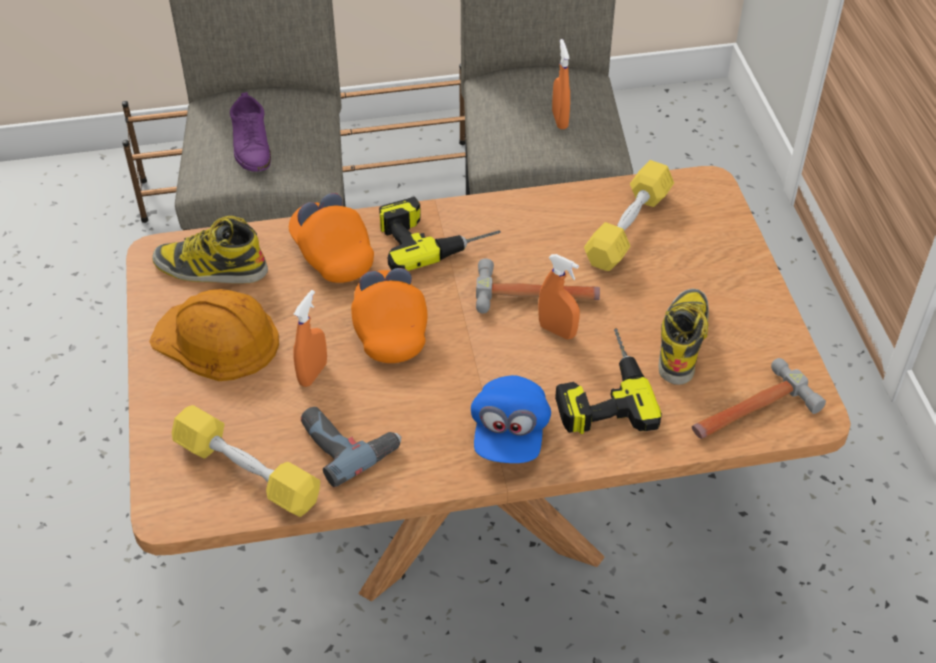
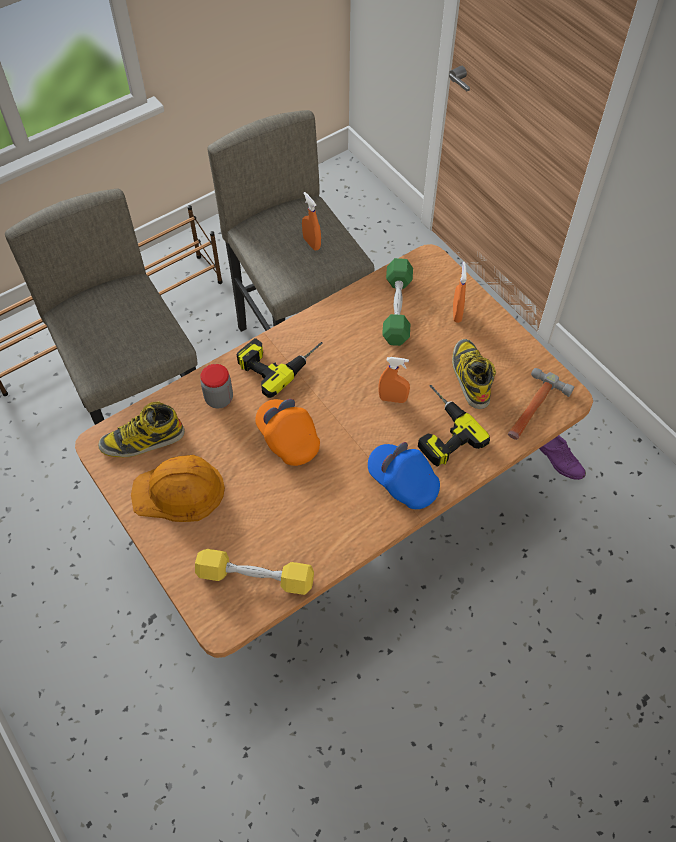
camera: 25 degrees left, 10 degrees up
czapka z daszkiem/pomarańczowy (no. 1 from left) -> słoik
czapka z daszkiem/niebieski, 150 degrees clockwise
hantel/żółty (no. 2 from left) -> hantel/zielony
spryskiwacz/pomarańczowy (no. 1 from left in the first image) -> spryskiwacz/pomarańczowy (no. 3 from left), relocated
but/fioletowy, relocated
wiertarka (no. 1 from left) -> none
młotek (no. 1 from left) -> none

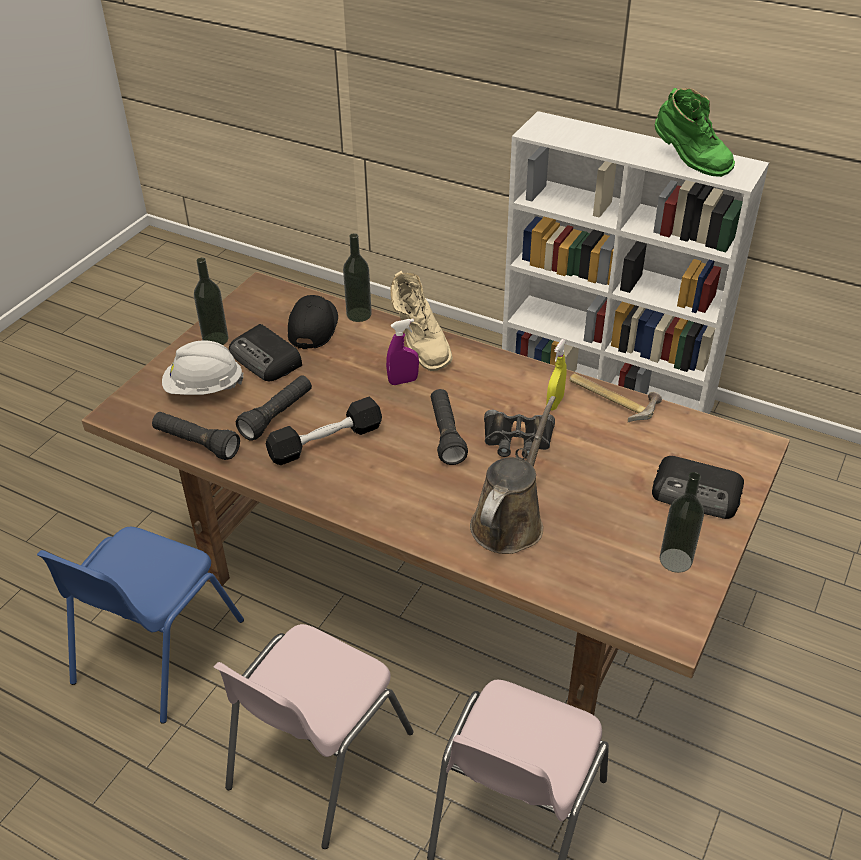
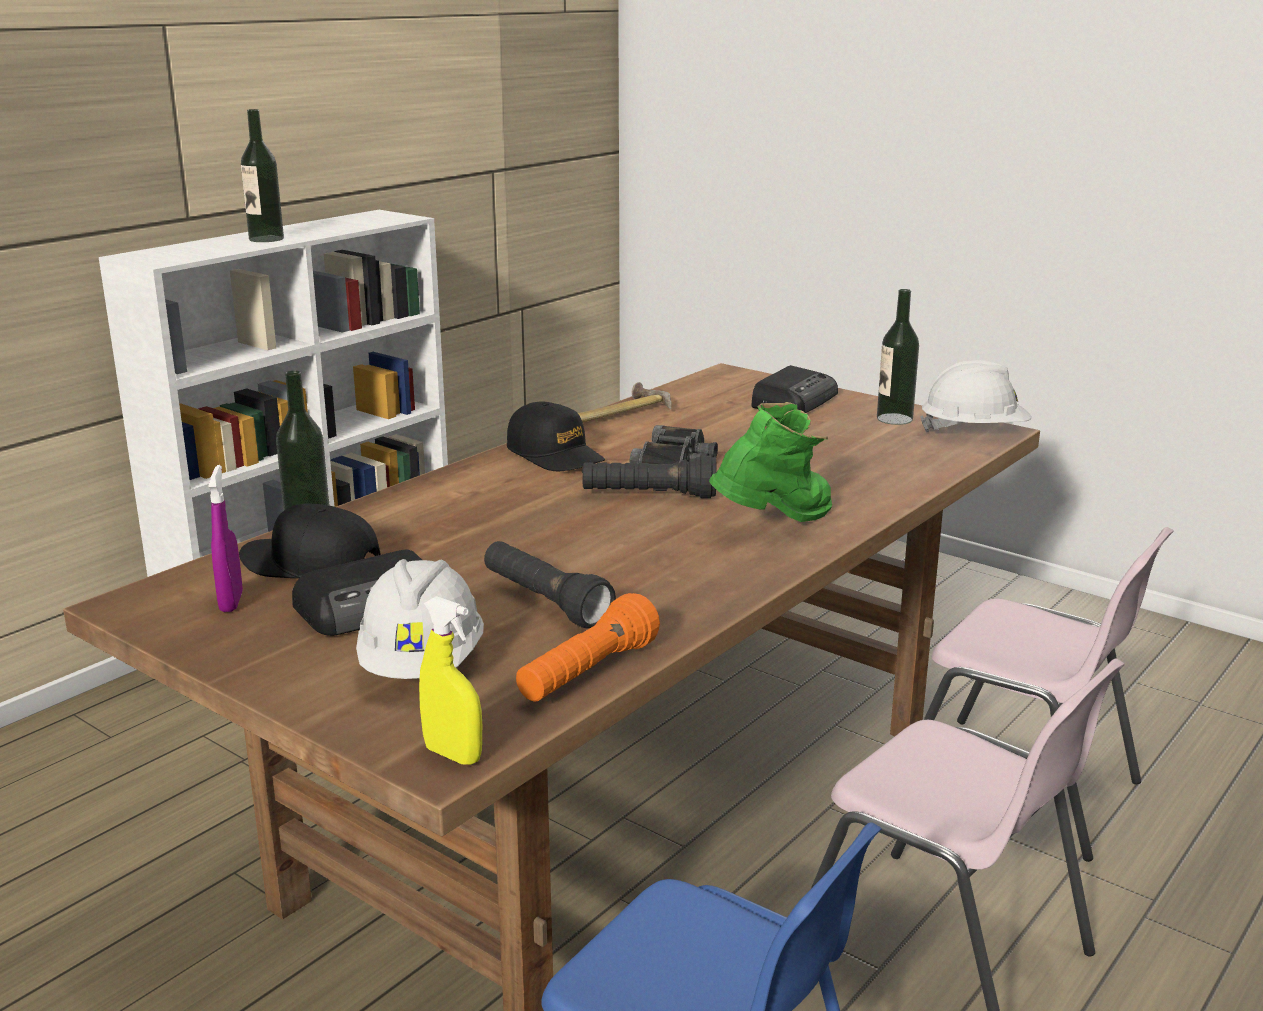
camera: 80 degrees left, 20 degrees down
spryskiwacz/fioletowy, relocated
butelka (no. 1 from left), relocated
spryskiwacz/żółty, relocated
none -> czapka z daszkiem/czarny (no. 2 from left)
latarka/czarny (no. 1 from left) -> latarka/pomarańczowy
but z cholewką/zielony, relocated
none -> kask/biały (no. 2 from left)
hantel/czarny -> none
but z cholewką/beżowy -> none
konewka/brązowy -> none

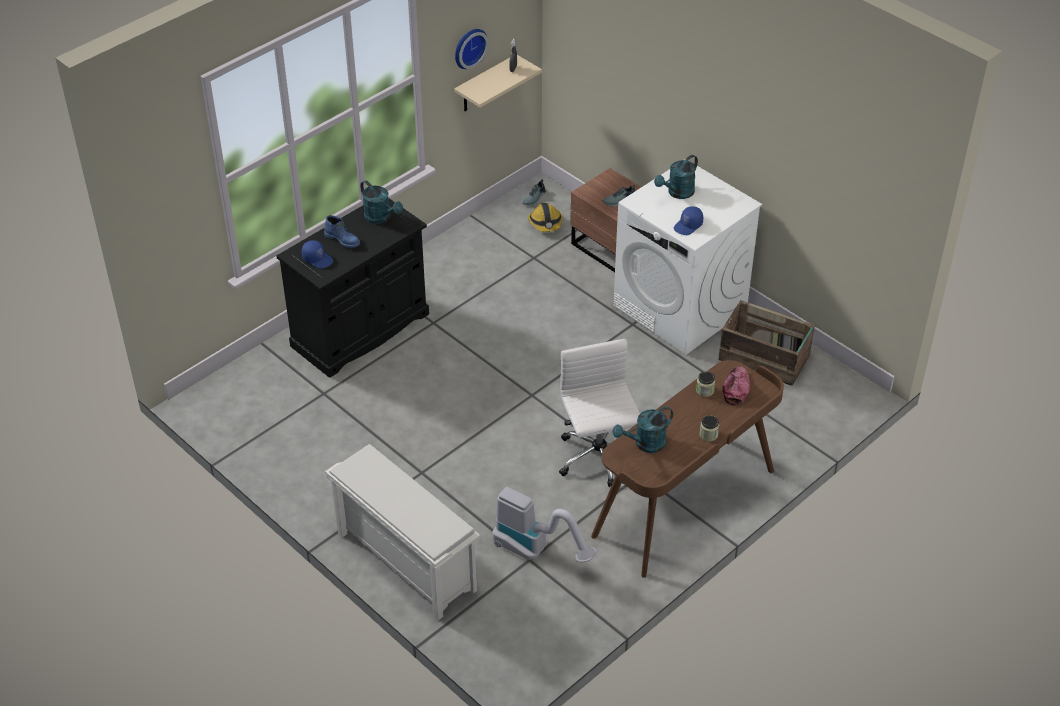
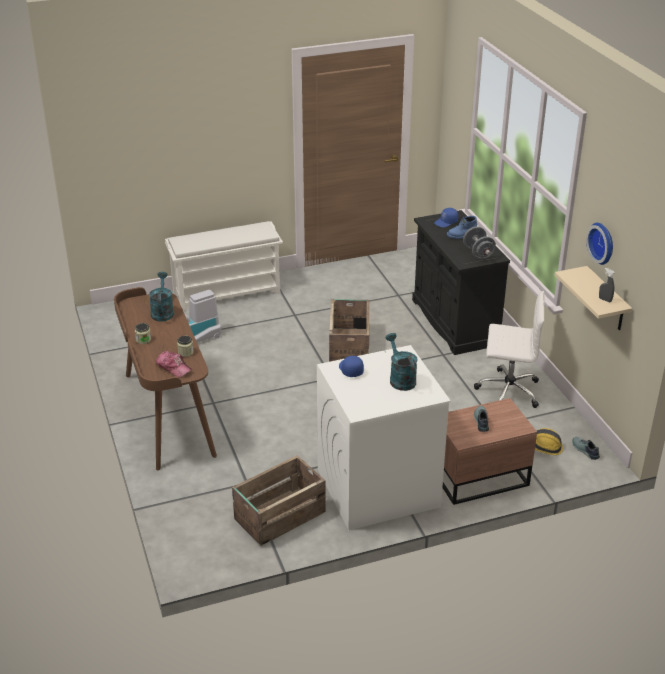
camera: 115 degrees right, 10 degrees down
none -> skrzynka (no. 2 from left)
konewka/turkusowy (no. 1 from left) -> hantel/szary
krzesło biurowe/biały, relocated

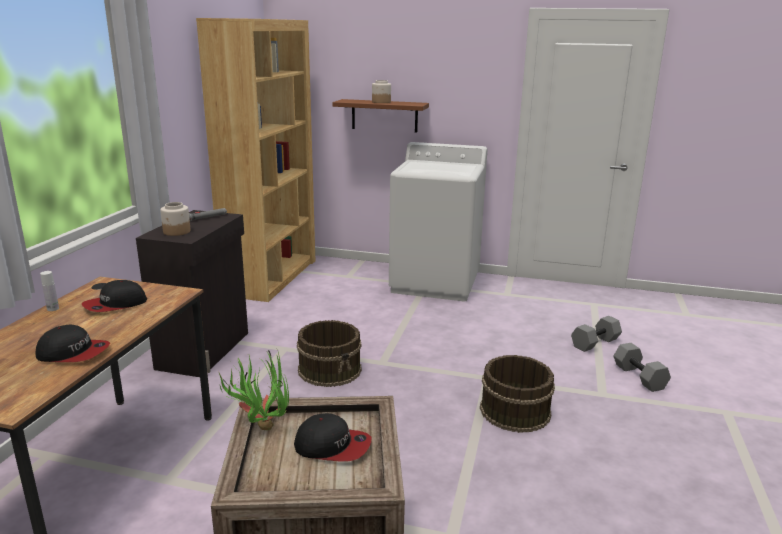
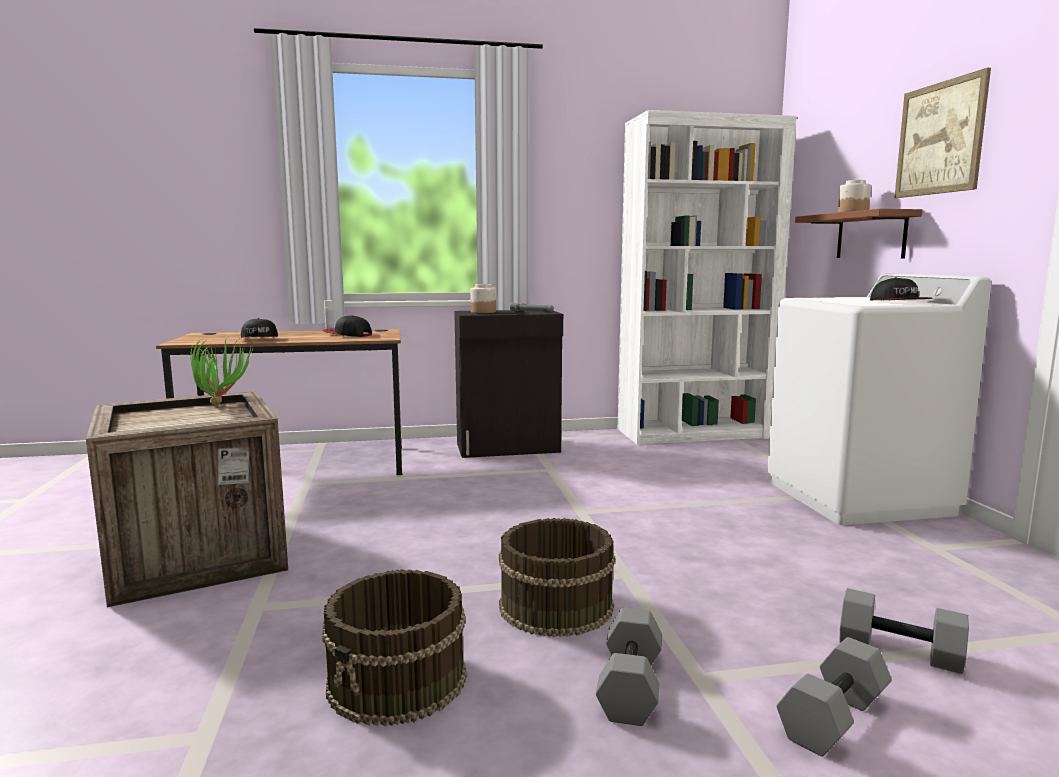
camera: 65 degrees right, 10 degrees down
wiadro/brązowy (no. 1 from left), relocated
none -> hantel/szary (no. 1 from left)
regał/brązowy -> regał/biały
czapka z daszkiem (no. 3 from left), relocated
none -> obraz

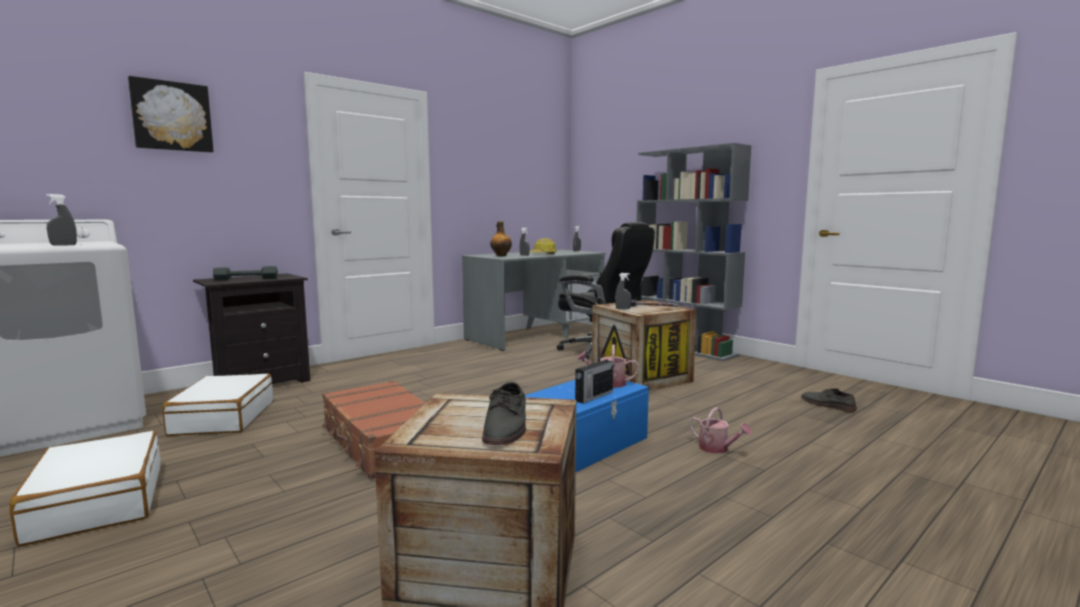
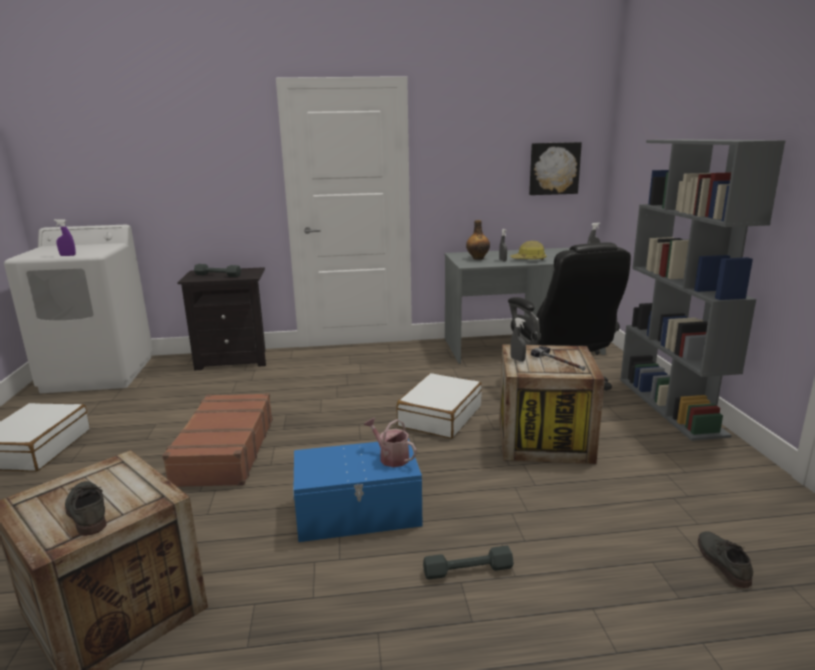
camera: 35 degrees right, 10 degrees up
spryskiwacz/szary (no. 1 from left) -> spryskiwacz/fioletowy
but/szary (no. 1 from left), 105 degrees clockwise
walizka/biały (no. 2 from left), relocated
konewka (no. 2 from left) -> hantel/szary (no. 2 from left)
obraz, relocated
radio -> none

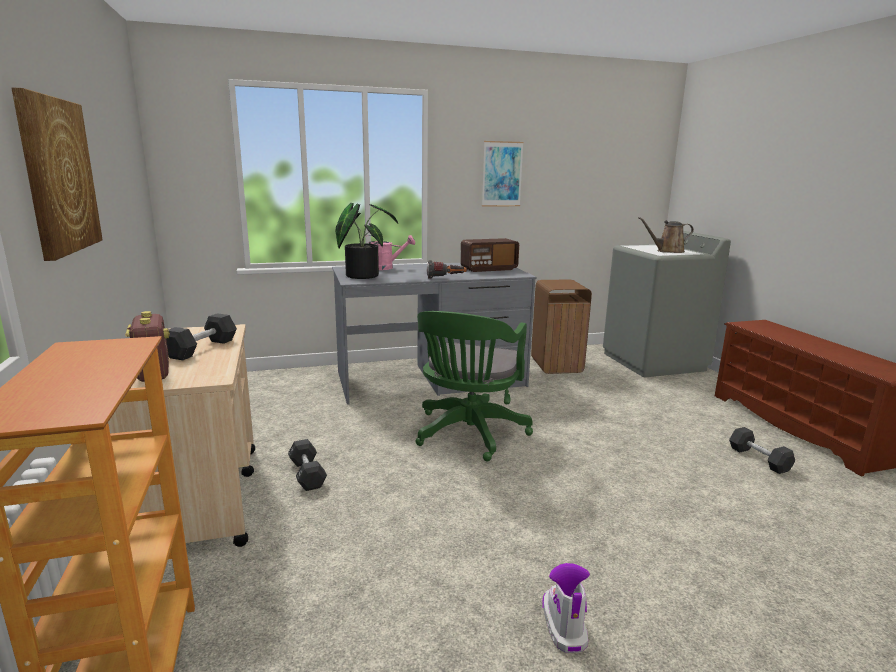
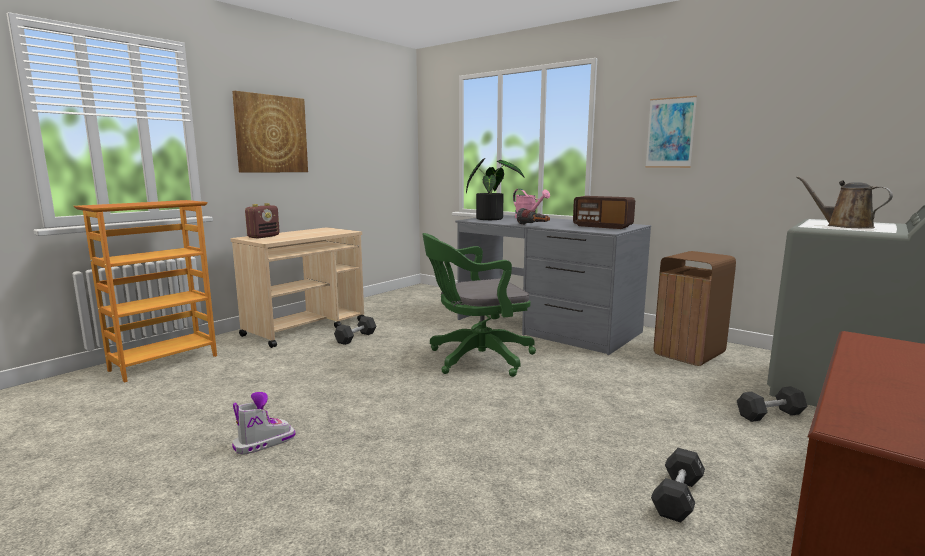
camera: 55 degrees right, 5 degrees down
hantel/czarny (no. 1 from left in the first image) -> hantel/czarny (no. 3 from left), relocated

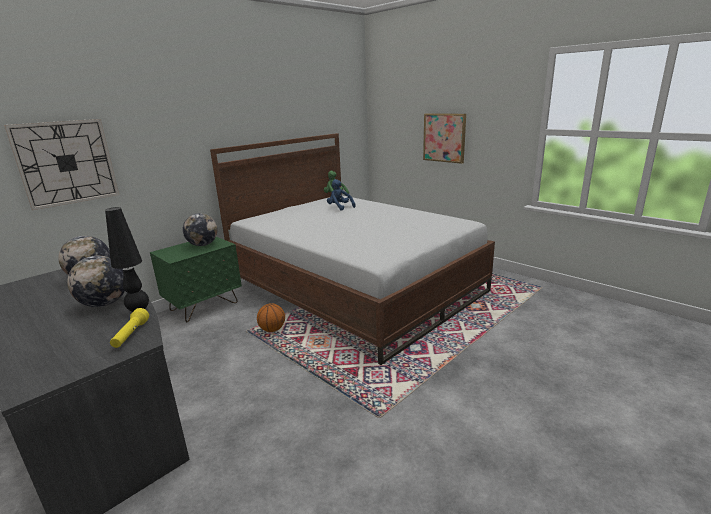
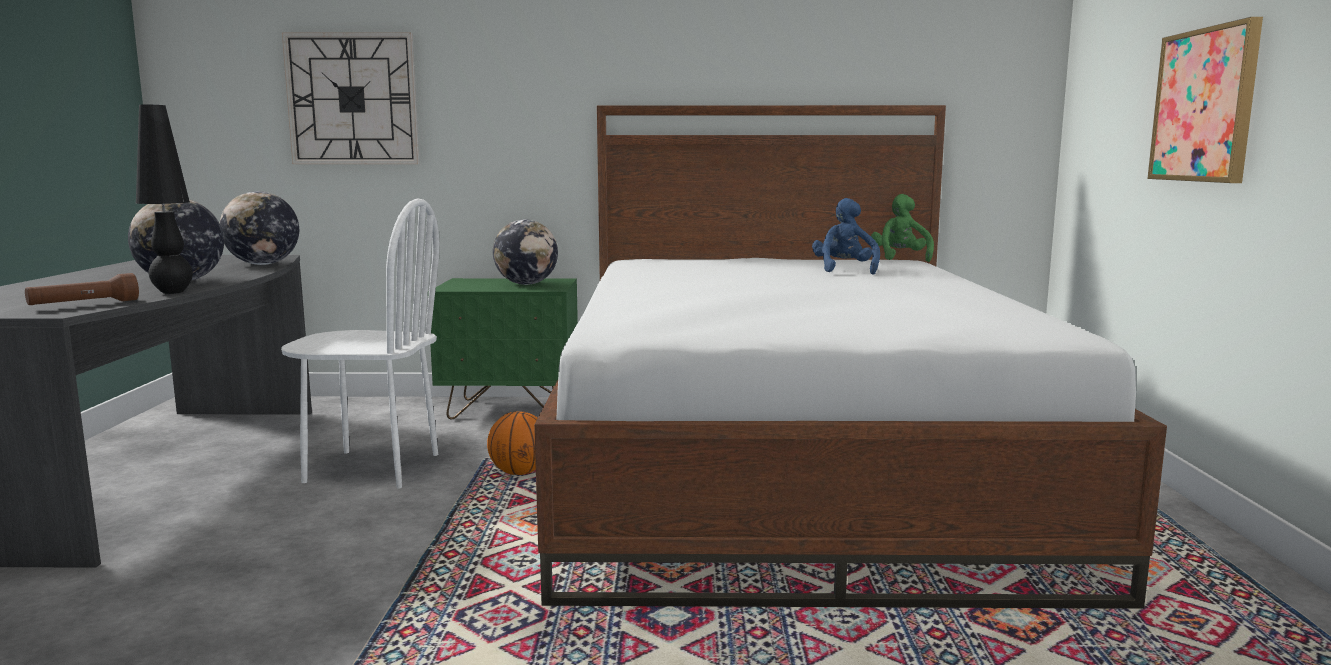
camera: 45 degrees right, 10 degrees down
latarka/żółty -> latarka/brązowy
none -> krzesło/biały

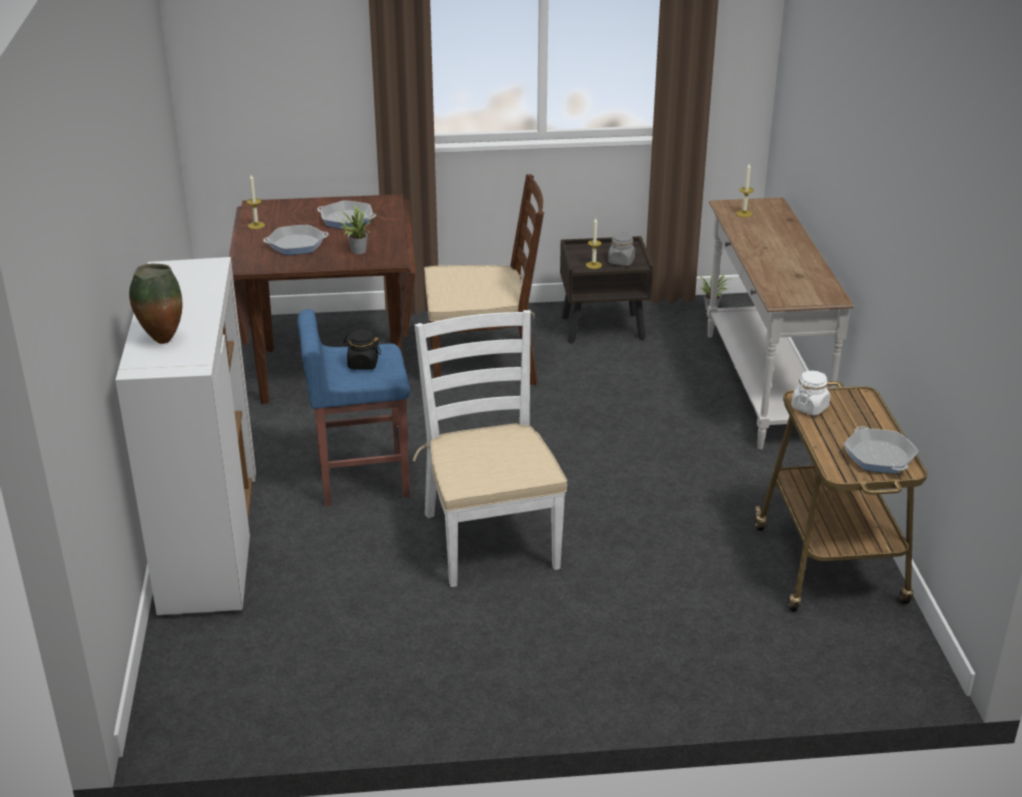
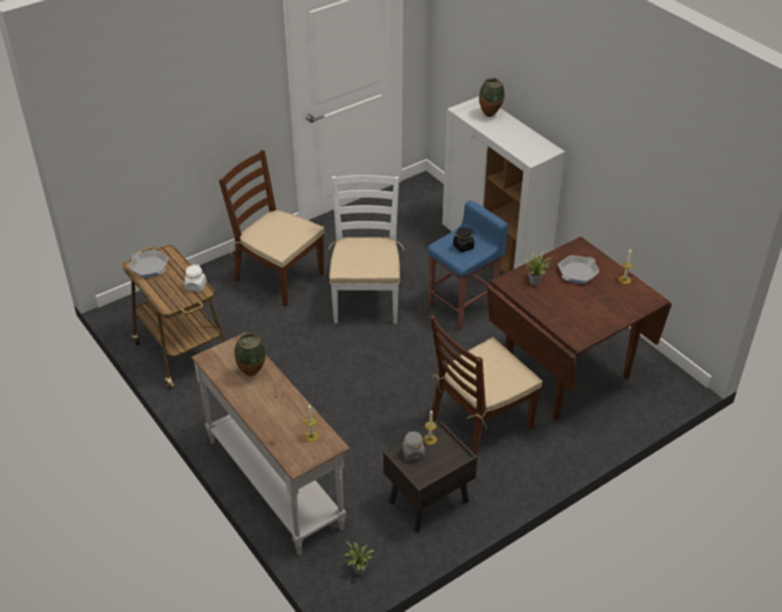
camera: 150 degrees right, 10 degrees up
none -> krzesło/brązowy (no. 1 from left)
none -> wazon (no. 1 from left)
krzesło/biały, 135 degrees counterclockwise
patelnia (no. 2 from left) -> none

